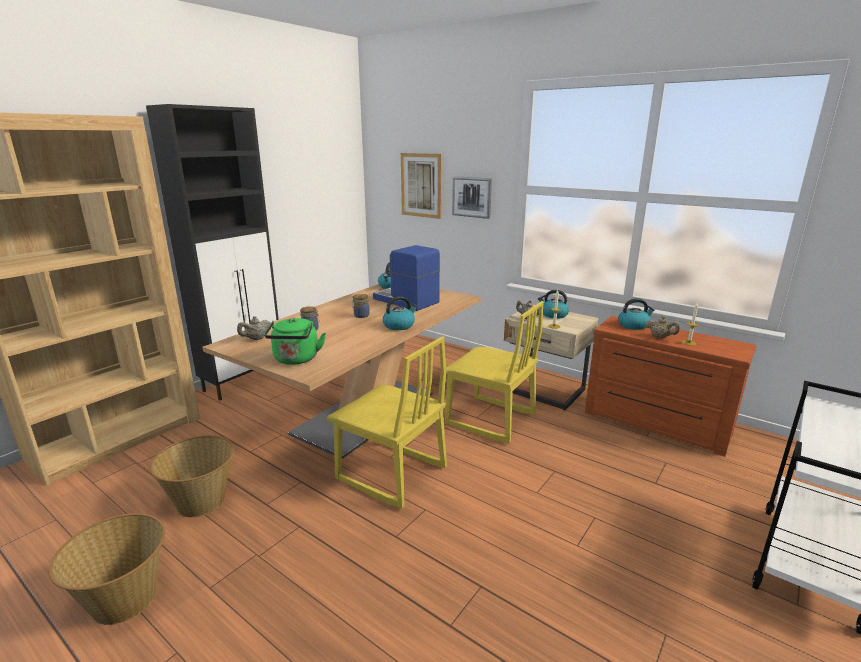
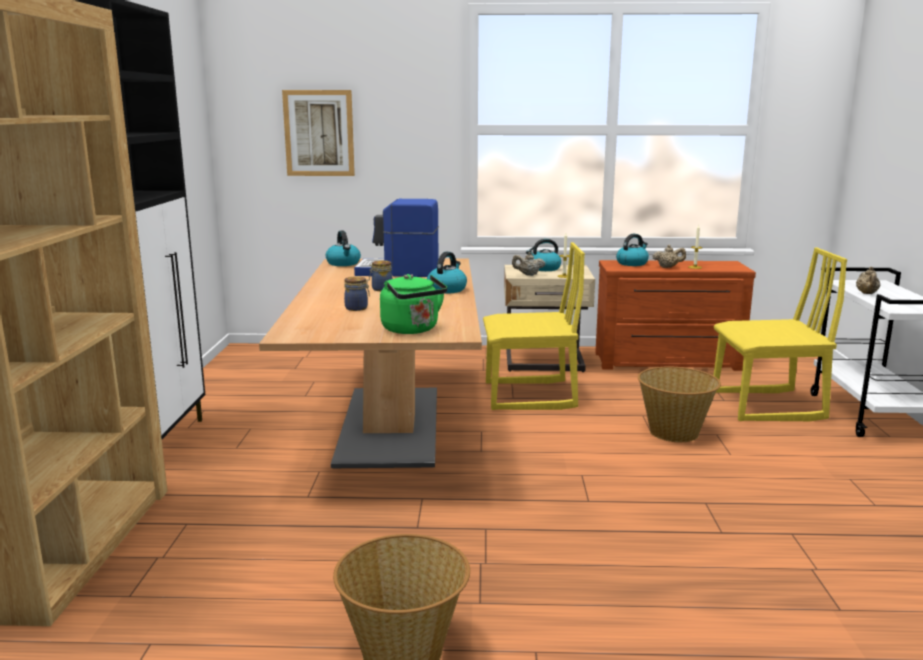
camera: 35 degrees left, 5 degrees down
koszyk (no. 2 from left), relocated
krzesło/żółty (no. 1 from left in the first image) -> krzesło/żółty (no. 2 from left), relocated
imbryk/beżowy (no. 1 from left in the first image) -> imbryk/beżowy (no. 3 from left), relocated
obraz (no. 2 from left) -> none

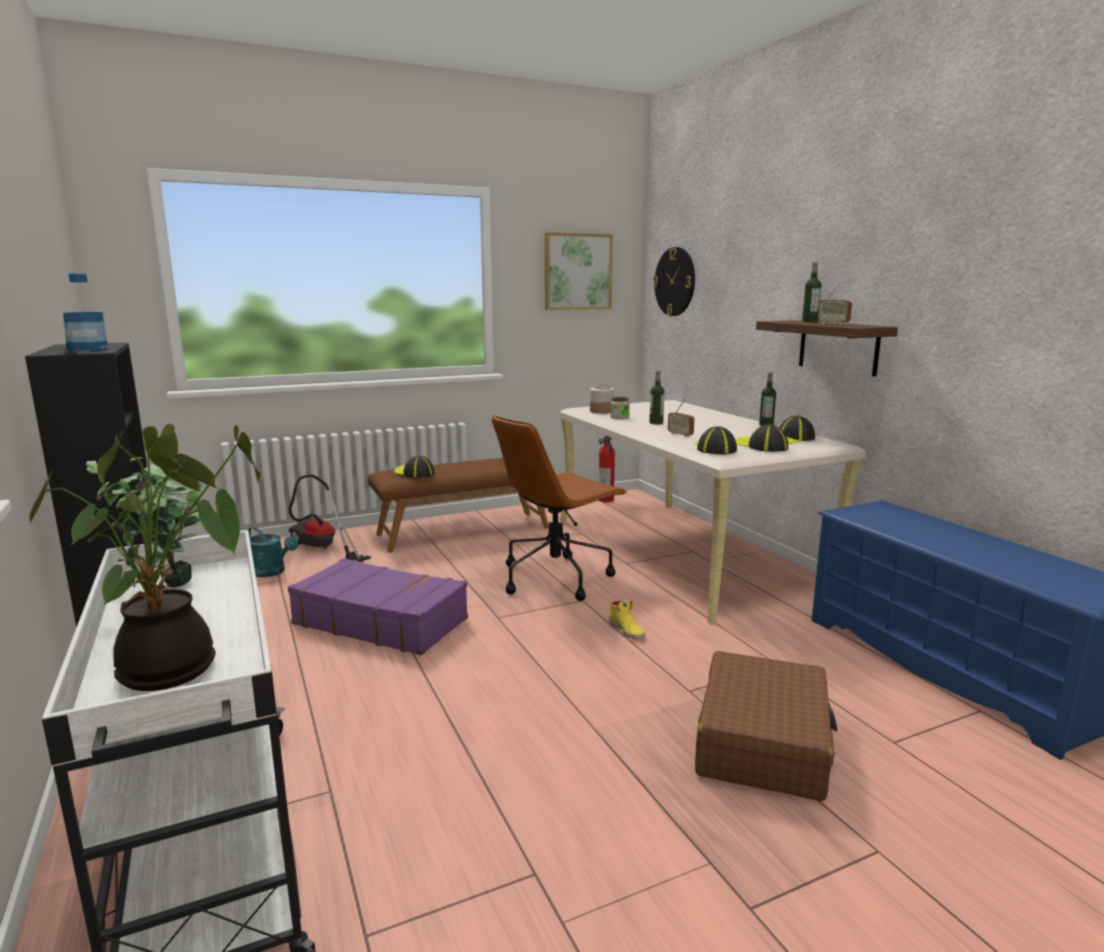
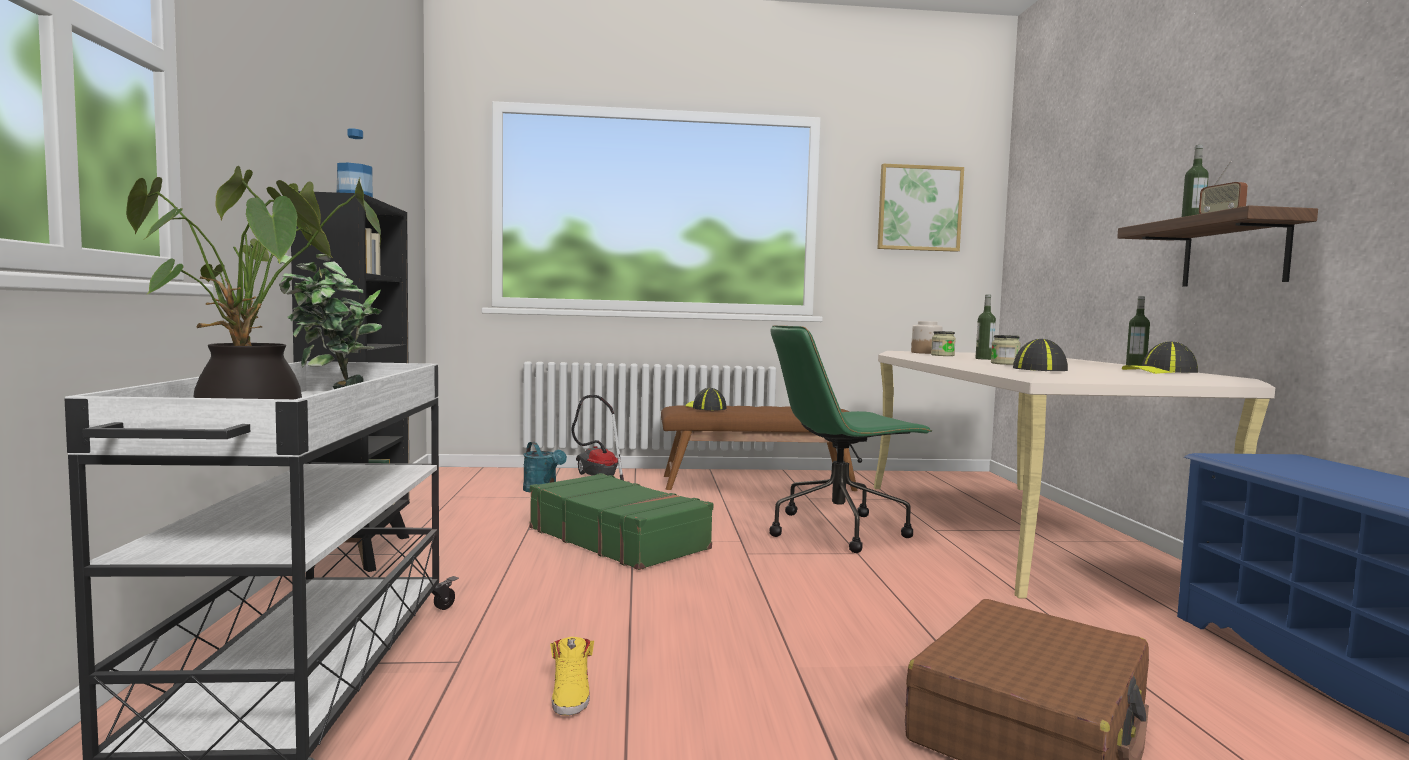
camera: 20 degrees right, 10 degrees down
walizka/fioletowy -> walizka/zielony
but/żółty, relocated
krzesło biurowe/brązowy -> krzesło biurowe/zielony
radio (no. 1 from left) -> słoik (no. 3 from left)
gaśnica -> none
zegar ścienny -> none
czapka z daszkiem (no. 3 from left) -> none

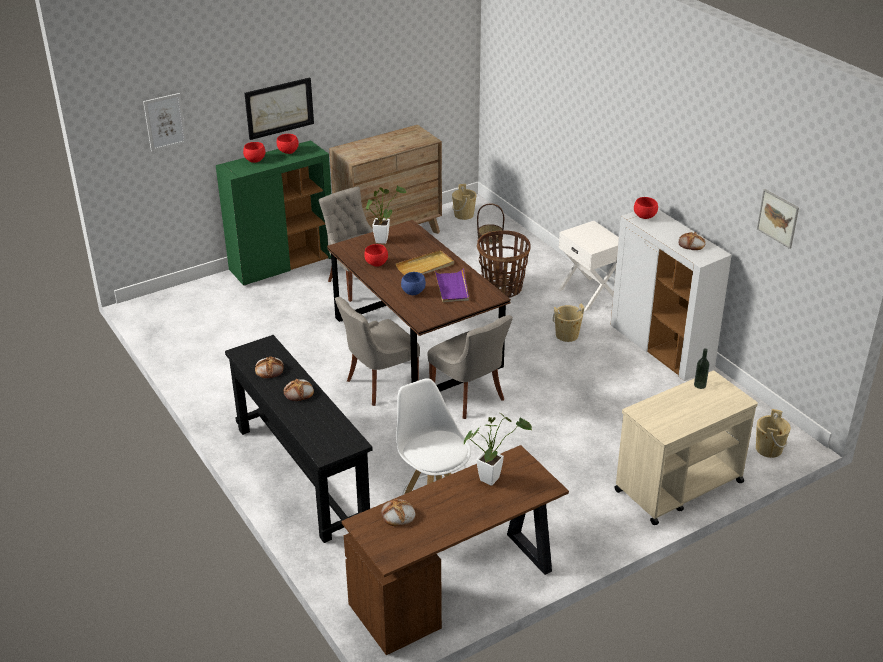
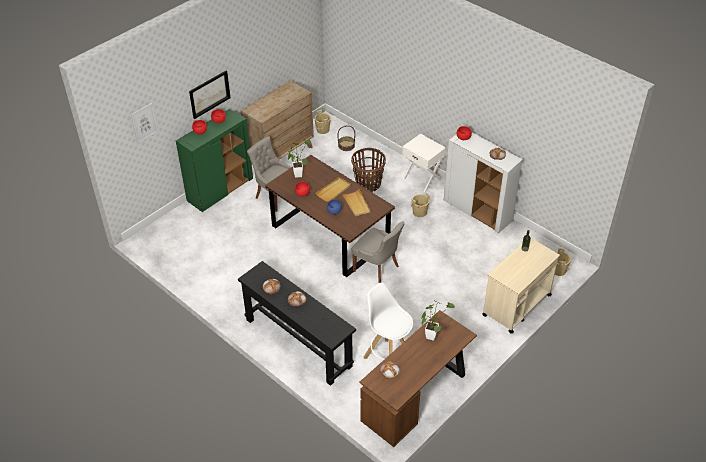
camera: 15 degrees left, 10 degrees up
taca/fioletowy -> taca/beżowy (no. 2 from left)
krzesło/szary (no. 2 from left) -> none
obraz (no. 3 from left) -> none

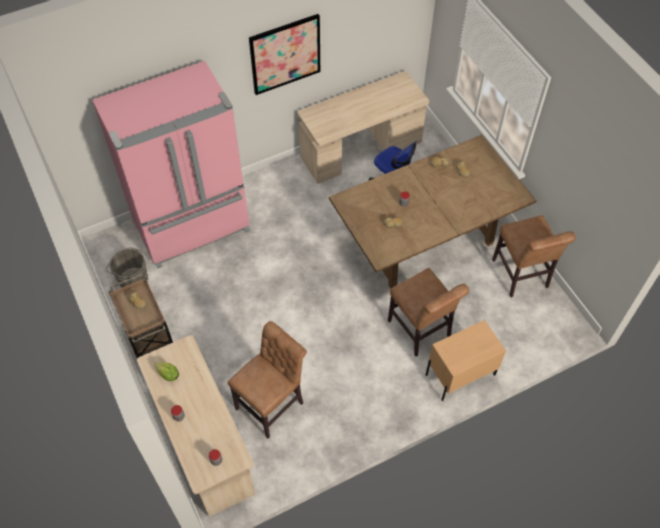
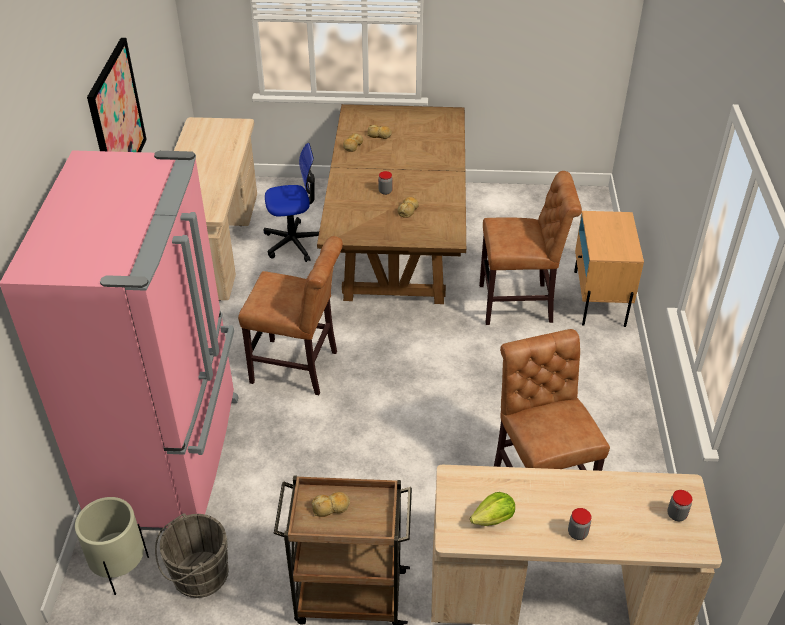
camera: 60 degrees left, 15 degrees down
none -> donica/beżowy
krzesło/brązowy (no. 3 from left in the first image) -> krzesło/brązowy (no. 1 from left), relocated

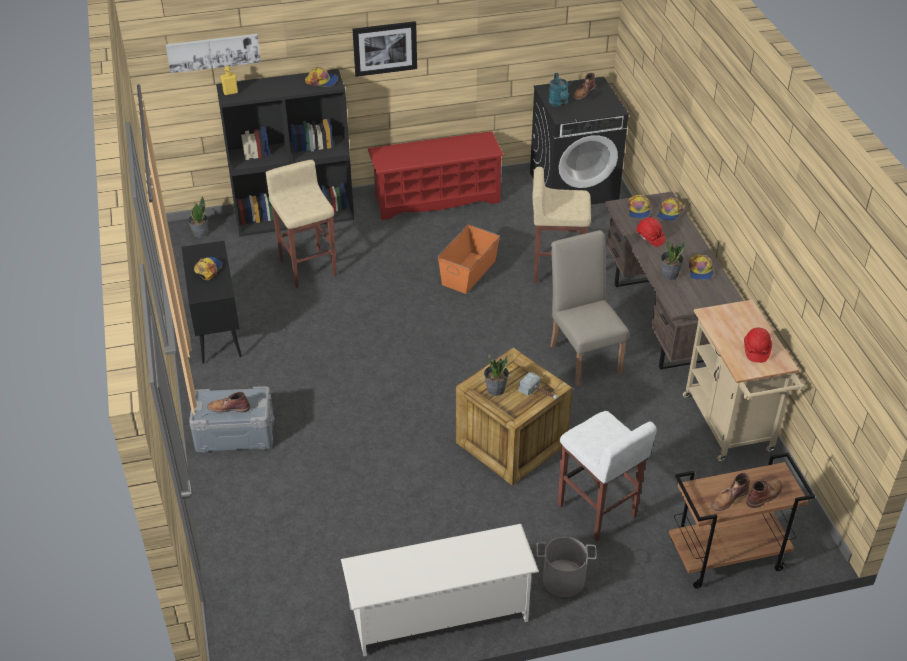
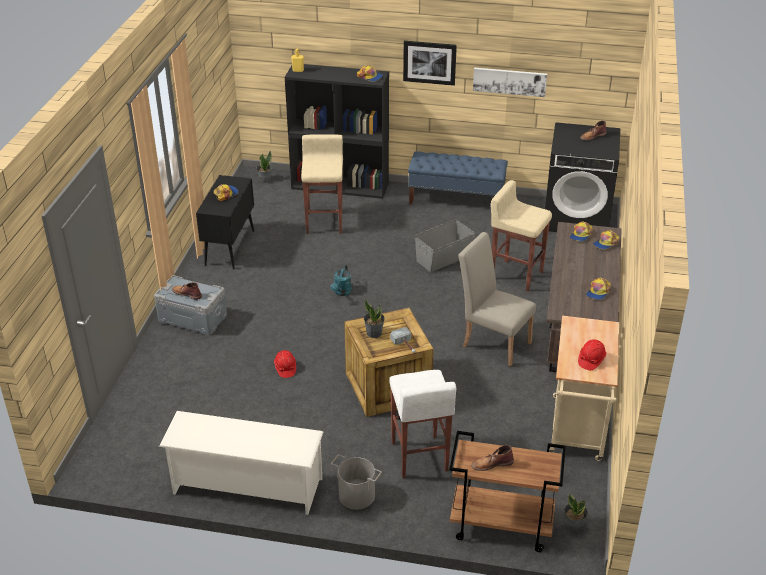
camera: 25 degrees right, 5 degrees down
kask/czerwony (no. 1 from left), relocated
konewka/turkusowy, relocated
regał na buty/czerwony -> ławka/niebieski
pojemnik do przechowywania/pomarańczowy -> pojemnik do przechowywania/szary (no. 2 from left)
krzesło/beżowy, 60 degrees counterclockwise
obraz (no. 1 from left in the first image) -> obraz (no. 2 from left), relocated
roślina doniczkowa (no. 3 from left), relocated
but z cholewką/brązowy (no. 4 from left) -> none

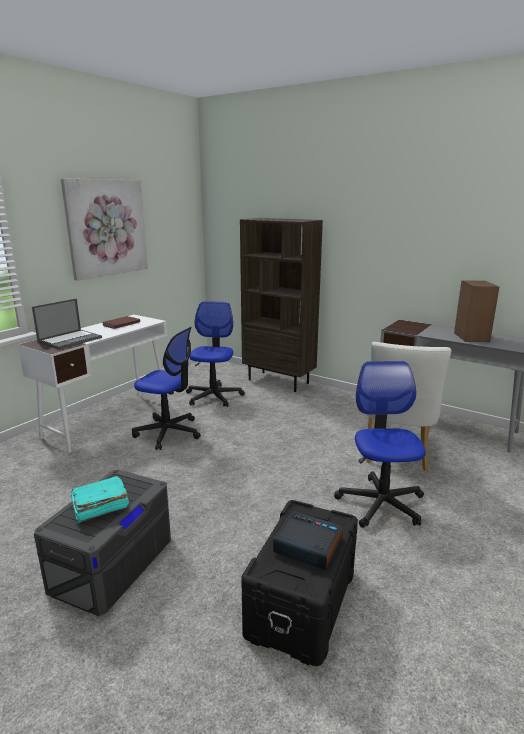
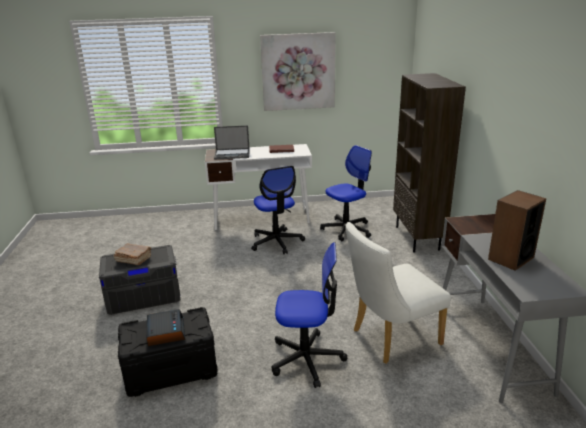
camera: 50 degrees right, 5 degrees up
książka/turkusowy -> książka/brązowy (no. 1 from left)
krzesło biurowe (no. 3 from left in the first image) -> krzesło biurowe (no. 2 from left), 45 degrees clockwise

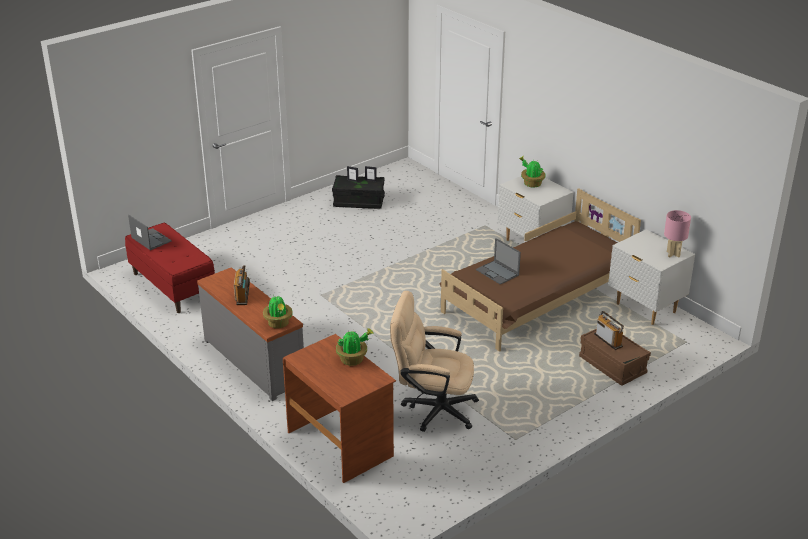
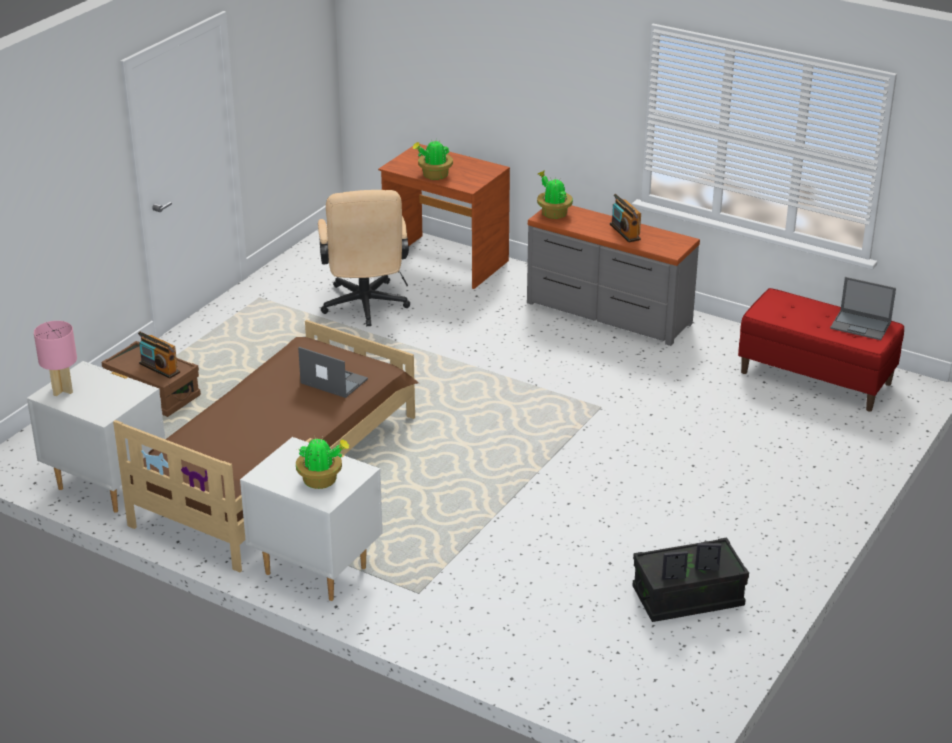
camera: 160 degrees right, 0 degrees up
krzesło biurowe/beżowy, 90 degrees clockwise

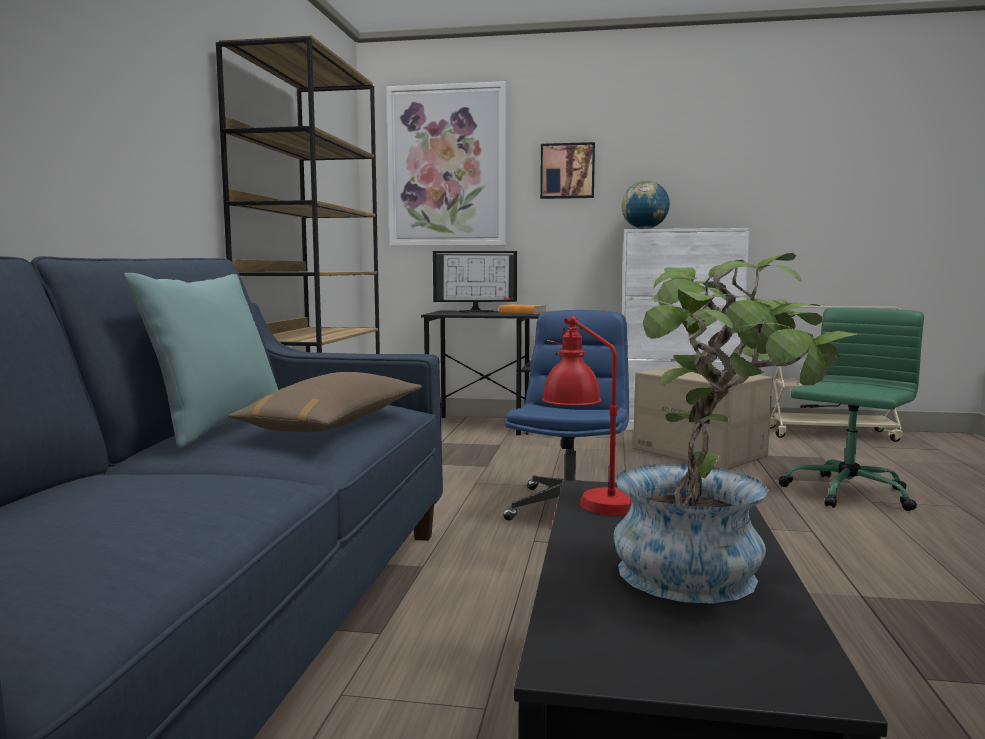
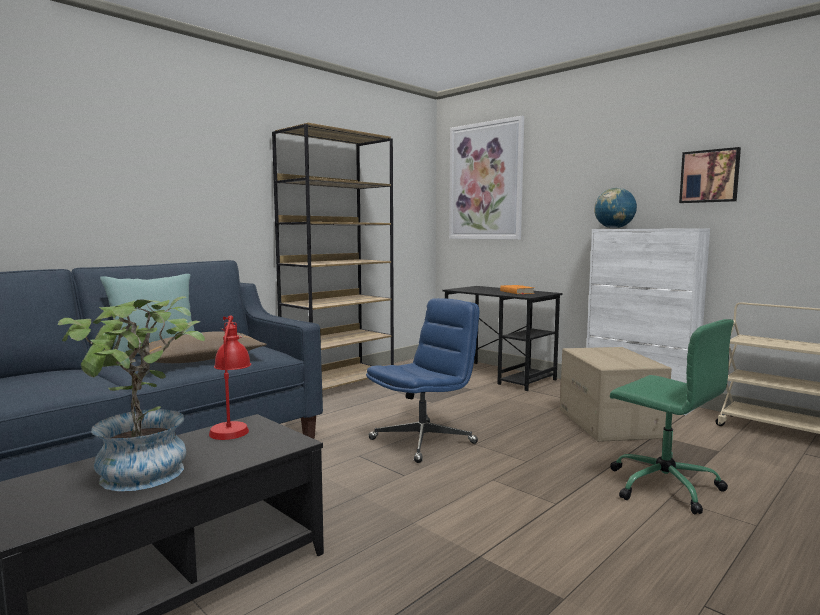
camera: 35 degrees right, 0 degrees up
krzesło biurowe/zielony, 60 degrees clockwise
obraz (no. 2 from left), relocated
monitor -> none

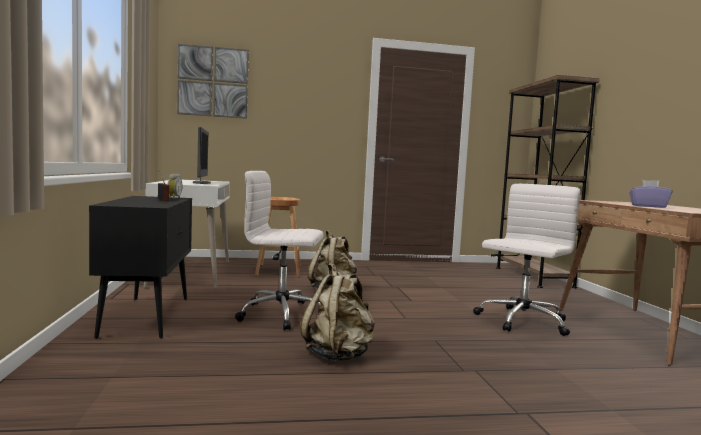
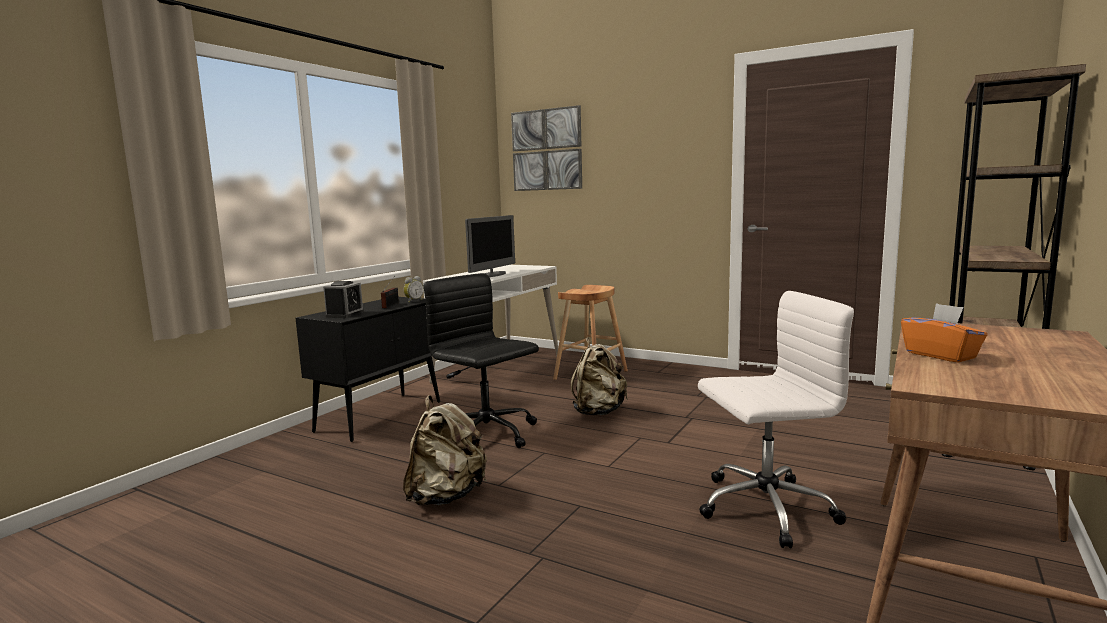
camera: 40 degrees right, 5 degrees up
none -> budzik (no. 1 from left)
krzesło biurowe/biały (no. 1 from left) -> krzesło biurowe/czarny
pudełko chusteczek/fioletowy -> pudełko chusteczek/pomarańczowy

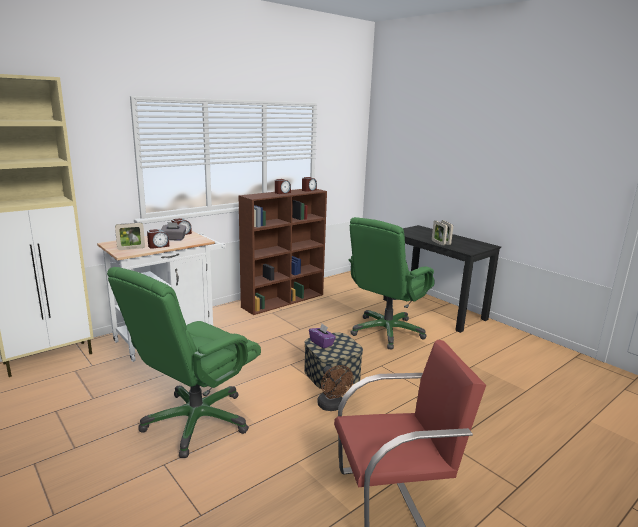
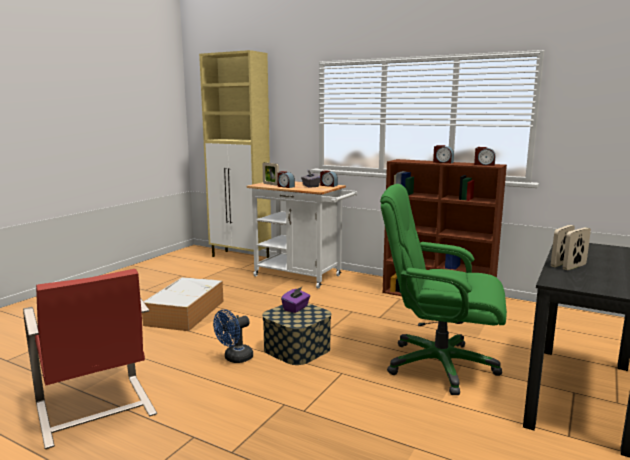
camera: 70 degrees right, 5 degrees down
krzesło biurowe/zielony (no. 1 from left) -> pojemnik do przechowywania (no. 1 from left)
wentylator/brązowy -> wentylator/niebieski

